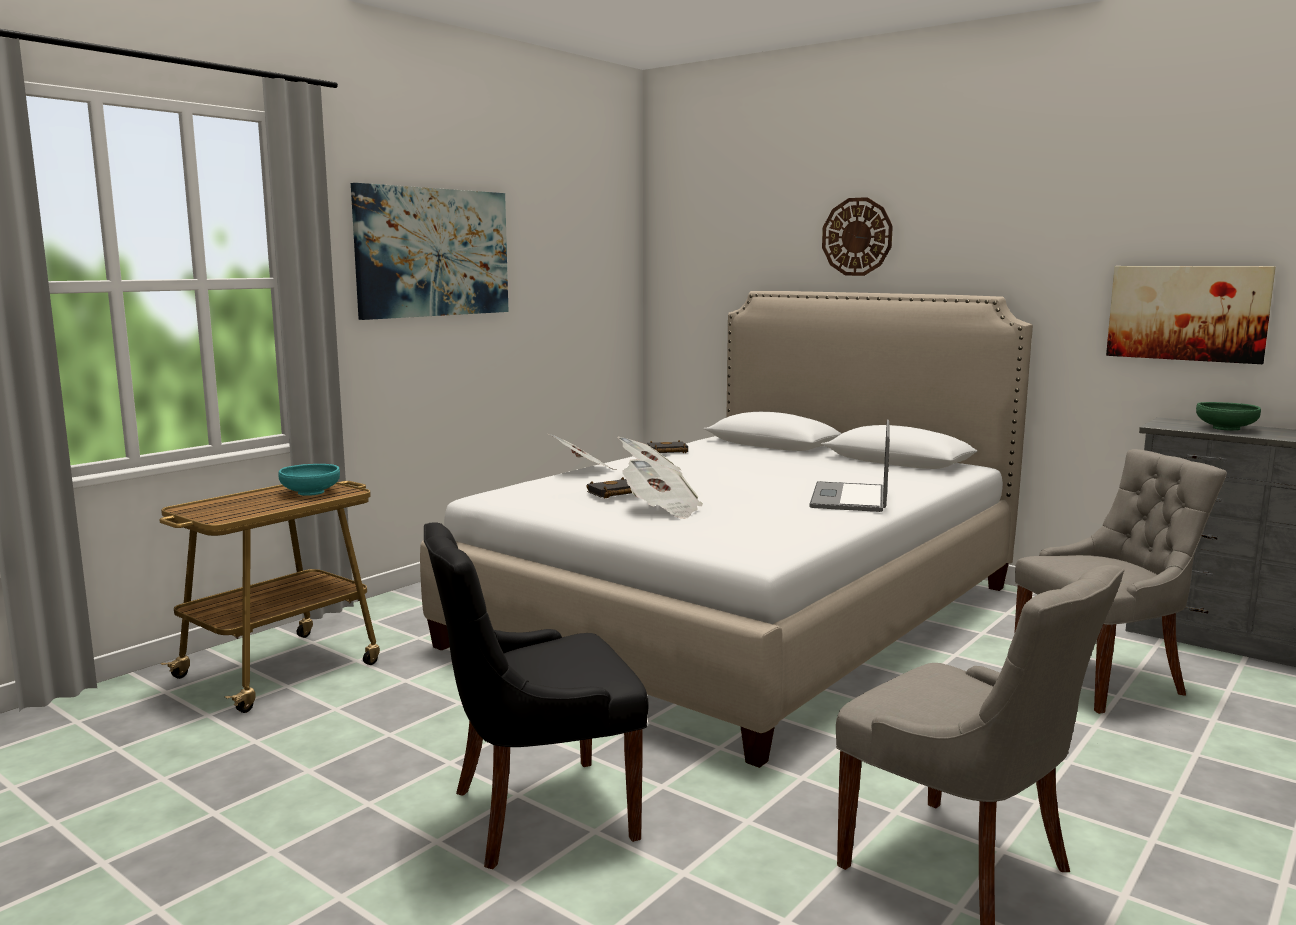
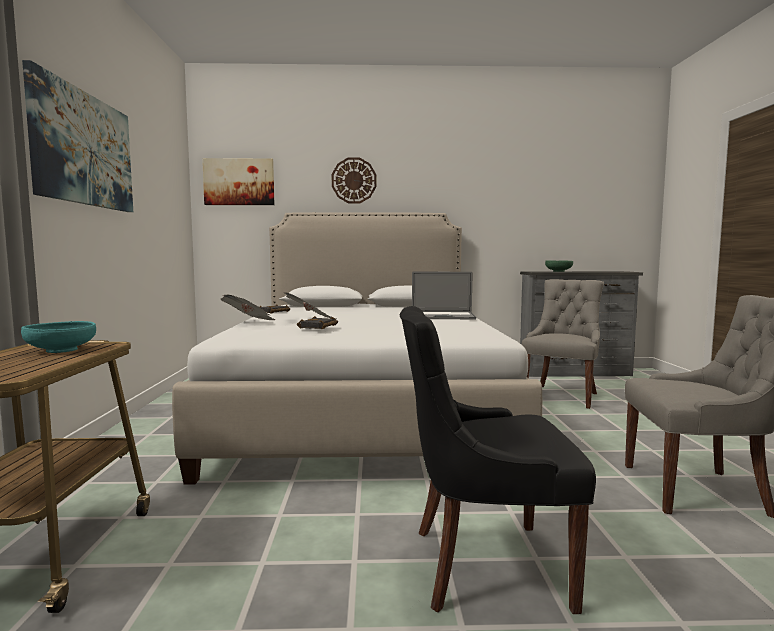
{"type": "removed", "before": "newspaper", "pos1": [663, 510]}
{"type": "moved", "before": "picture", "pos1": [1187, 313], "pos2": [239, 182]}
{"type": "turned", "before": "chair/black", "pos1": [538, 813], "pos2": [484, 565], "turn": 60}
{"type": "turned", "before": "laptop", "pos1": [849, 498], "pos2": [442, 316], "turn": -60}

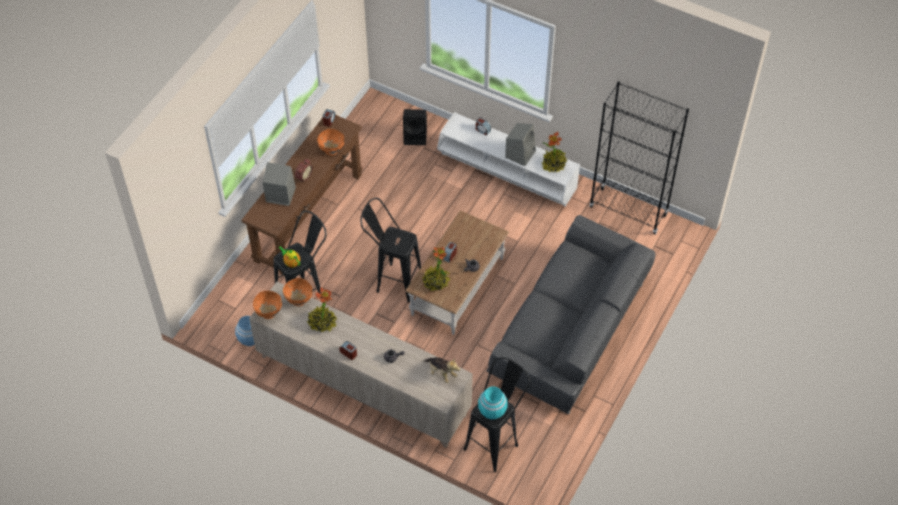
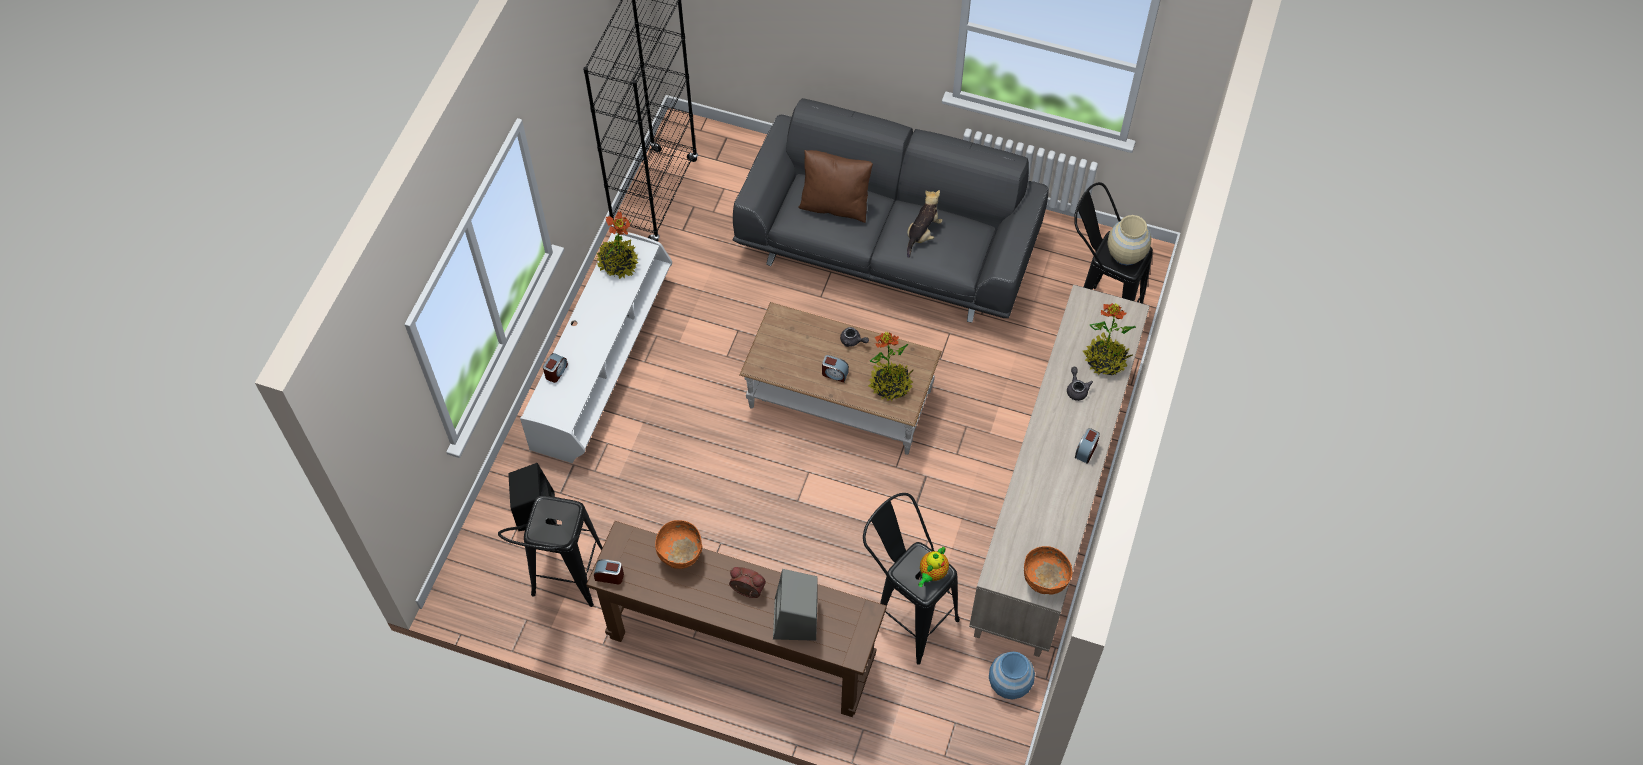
{"type": "removed", "before": "bowl/orange", "pos1": [299, 301]}
{"type": "removed", "before": "speaker/grey", "pos1": [520, 153]}
{"type": "added", "after": "pillow/brown", "pos2": [835, 205]}
{"type": "moved", "before": "potted plant", "pos1": [322, 323], "pos2": [1105, 360]}
{"type": "moved", "before": "stool/black", "pos1": [392, 280], "pos2": [566, 586]}
{"type": "moved", "before": "plush toy", "pos1": [441, 372], "pos2": [922, 233]}
{"type": "recoloured", "before": "vase/turquoise", "after": "vase/beige", "pos1": [492, 411], "pos2": [1125, 254]}

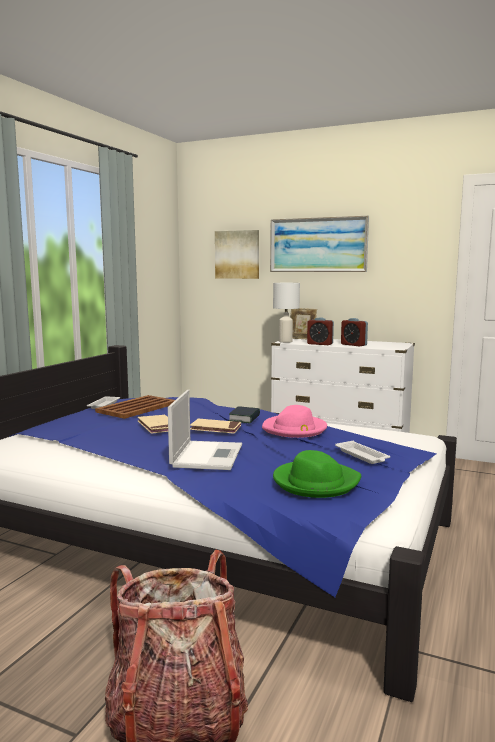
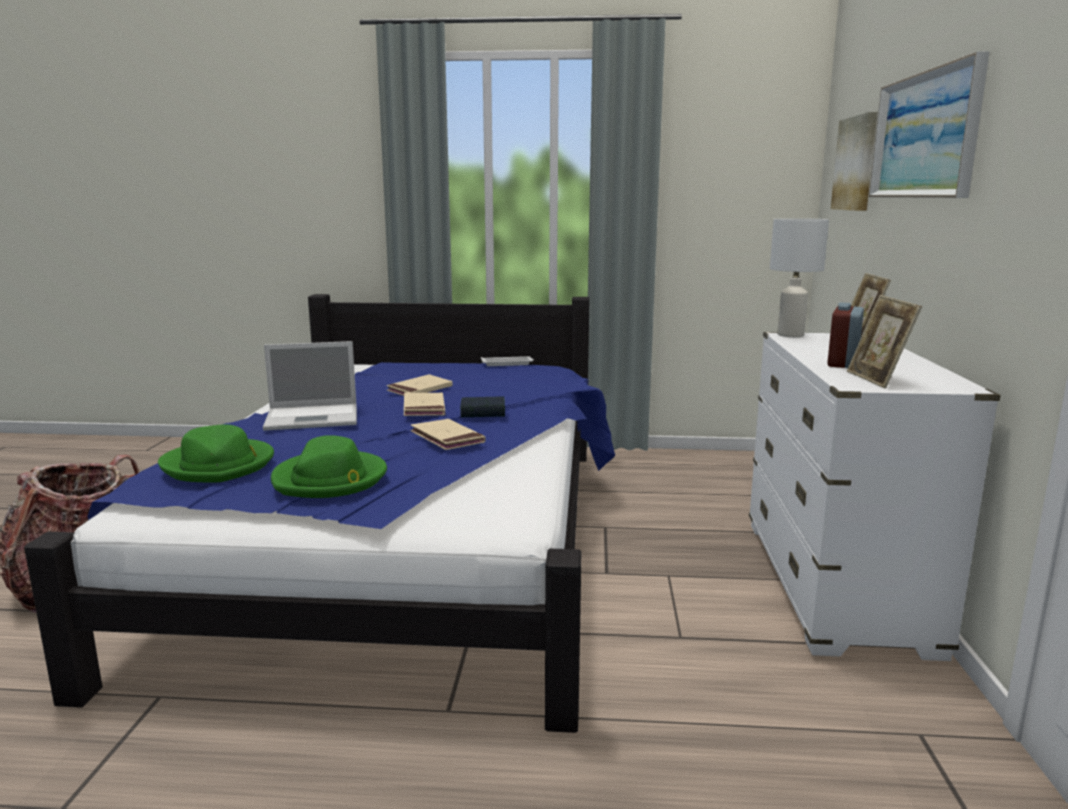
{"type": "removed", "before": "tray/brown", "pos1": [136, 408]}
{"type": "removed", "before": "alarm clock", "pos1": [320, 344]}
{"type": "added", "after": "picture frame", "pos2": [877, 380]}
{"type": "replaced", "before": "hat/pink", "after": "book/beige", "pos1": [294, 429], "pos2": [447, 438]}
{"type": "replaced", "before": "tray/white", "after": "hat/green", "pos1": [362, 456], "pos2": [330, 479]}

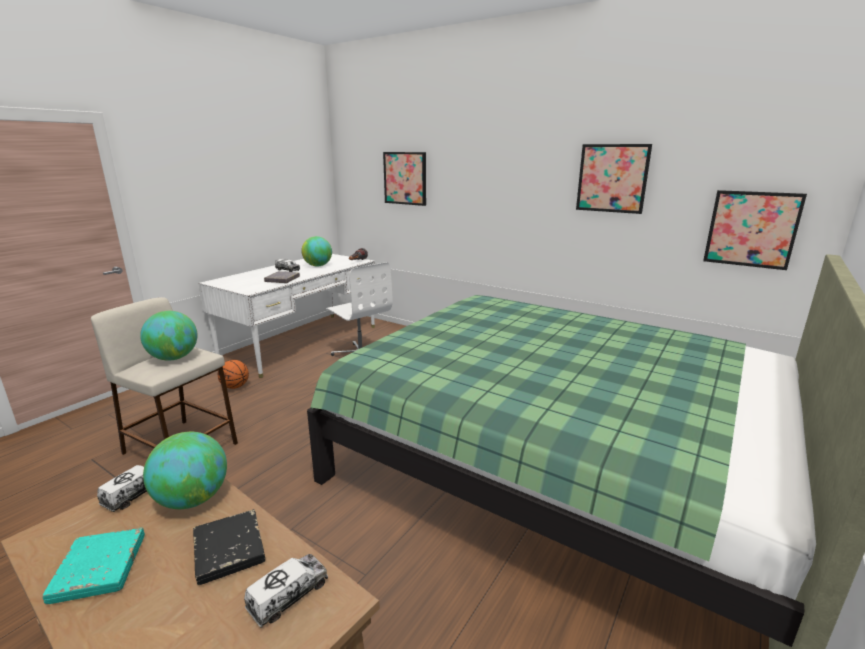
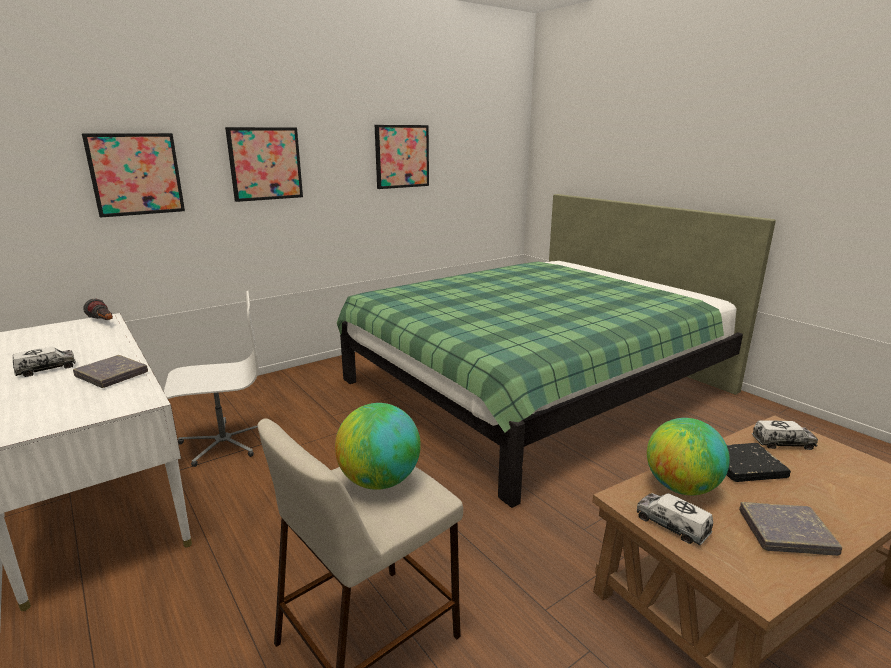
{"type": "removed", "before": "basketball", "pos1": [235, 387]}
{"type": "removed", "before": "globe", "pos1": [318, 266]}
{"type": "moved", "before": "picture", "pos1": [751, 229], "pos2": [265, 163]}
{"type": "recoloured", "before": "book/turquoise", "after": "book/grey", "pos1": [99, 568], "pos2": [786, 533]}
{"type": "turned", "before": "toy truck", "pos1": [288, 596], "pos2": [782, 443], "turn": 120}

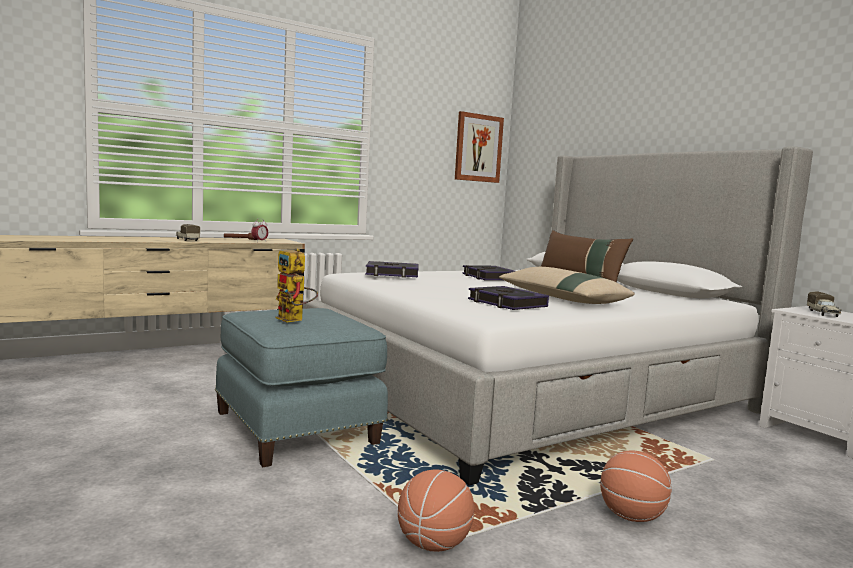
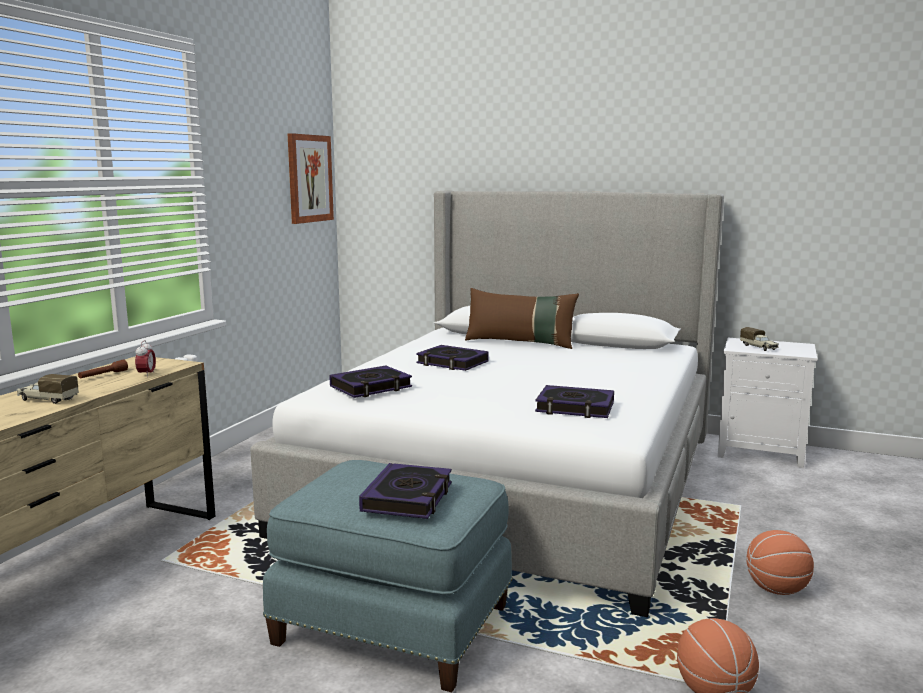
{"type": "removed", "before": "pillow/beige", "pos1": [561, 298]}
{"type": "replaced", "before": "toy robot", "after": "book", "pos1": [294, 320], "pos2": [408, 498]}

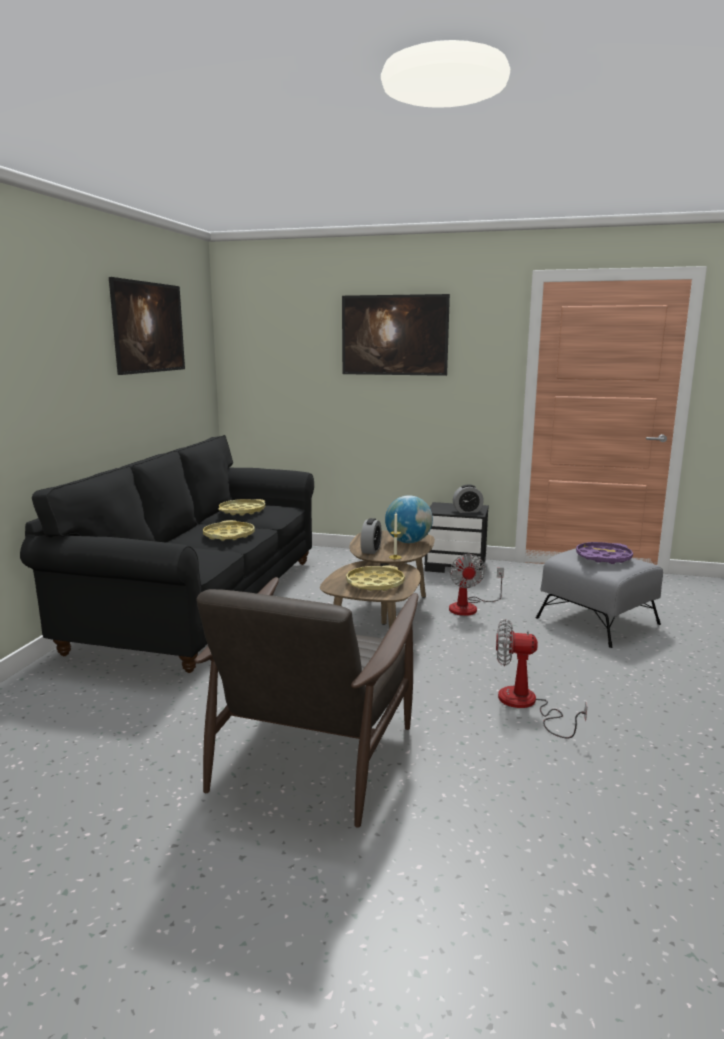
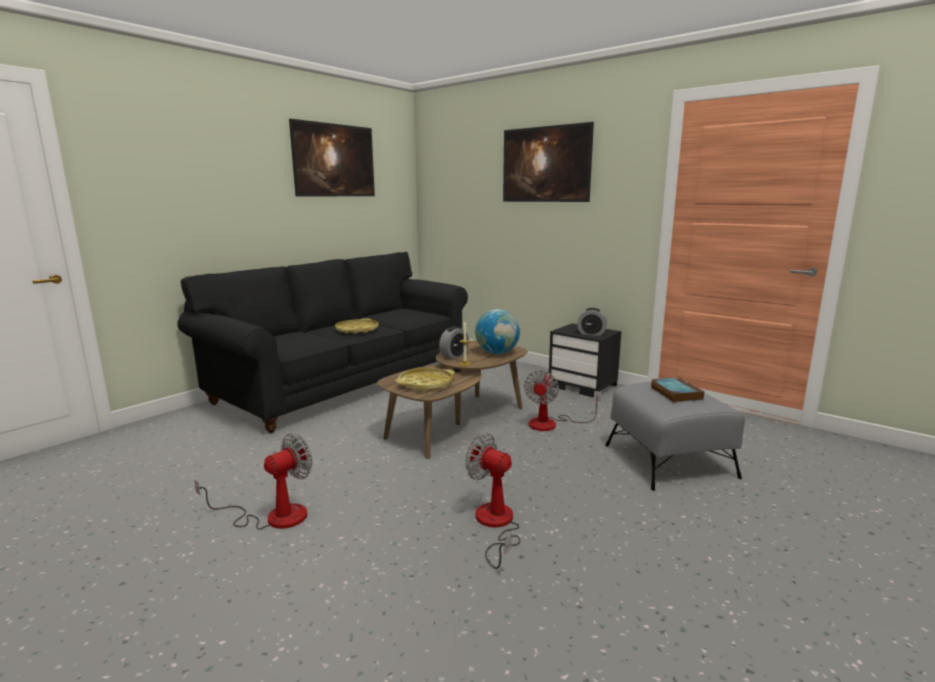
{"type": "removed", "before": "tray/yellow", "pos1": [242, 511]}
{"type": "replaced", "before": "armchair/brown", "after": "fan", "pos1": [314, 752], "pos2": [273, 516]}
{"type": "replaced", "before": "tray/purple", "after": "book", "pos1": [603, 557], "pos2": [675, 393]}

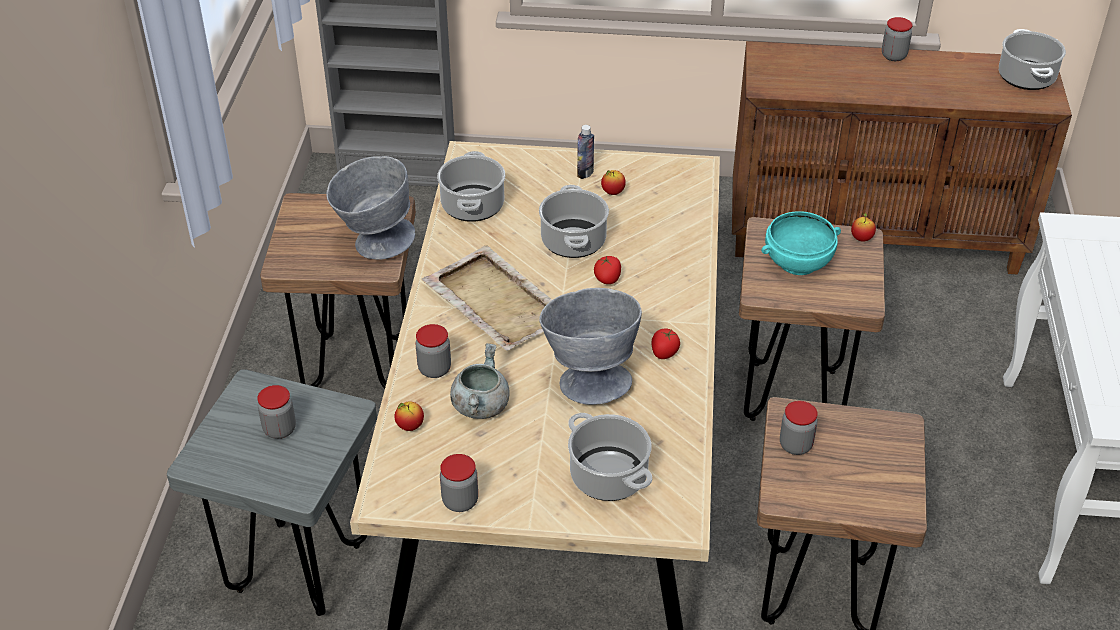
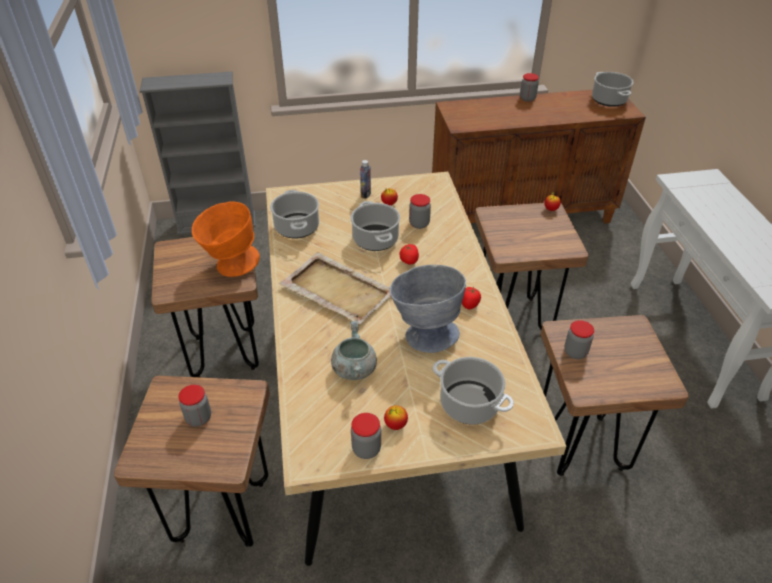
{"type": "removed", "before": "bowl/turquoise", "pos1": [797, 262]}
{"type": "moved", "before": "apple", "pos1": [410, 426], "pos2": [395, 425]}
{"type": "moved", "before": "jar", "pos1": [434, 369], "pos2": [419, 224]}
{"type": "recoloured", "before": "stool/grey", "after": "stool/brown", "pos1": [299, 567], "pos2": [222, 511]}
{"type": "recoloured", "before": "bowl/grey", "after": "bowl/orange", "pos1": [373, 243], "pos2": [230, 265]}

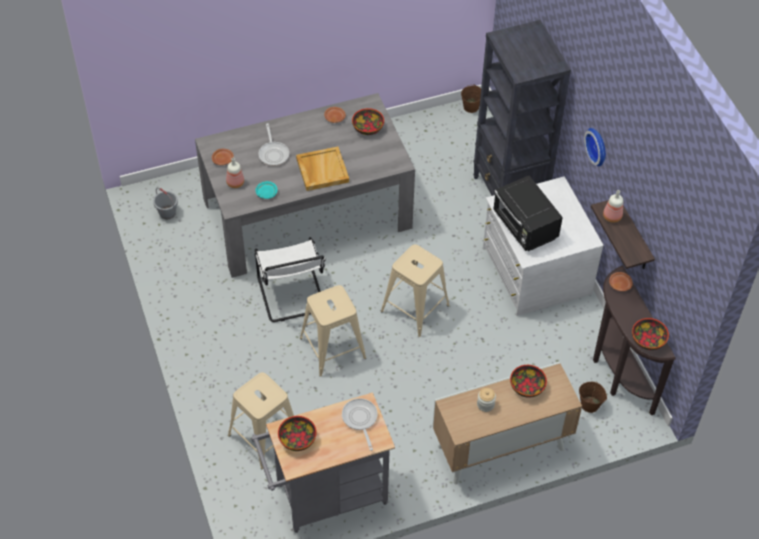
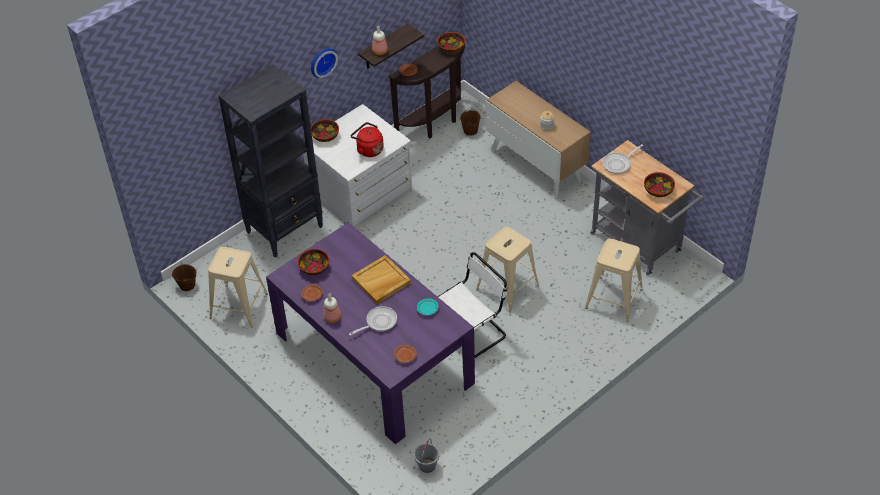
{"type": "moved", "before": "bottle", "pos1": [235, 183], "pos2": [333, 318]}
{"type": "moved", "before": "stool/beige", "pos1": [414, 308], "pos2": [239, 306]}
{"type": "moved", "before": "bowl", "pos1": [527, 386], "pos2": [325, 136]}
{"type": "replaced", "before": "microwave/black", "after": "kettle/red", "pos1": [525, 227], "pos2": [368, 149]}
{"type": "recoloured", "before": "dining table/grey", "after": "dining table/purple", "pos1": [307, 213], "pos2": [373, 357]}

